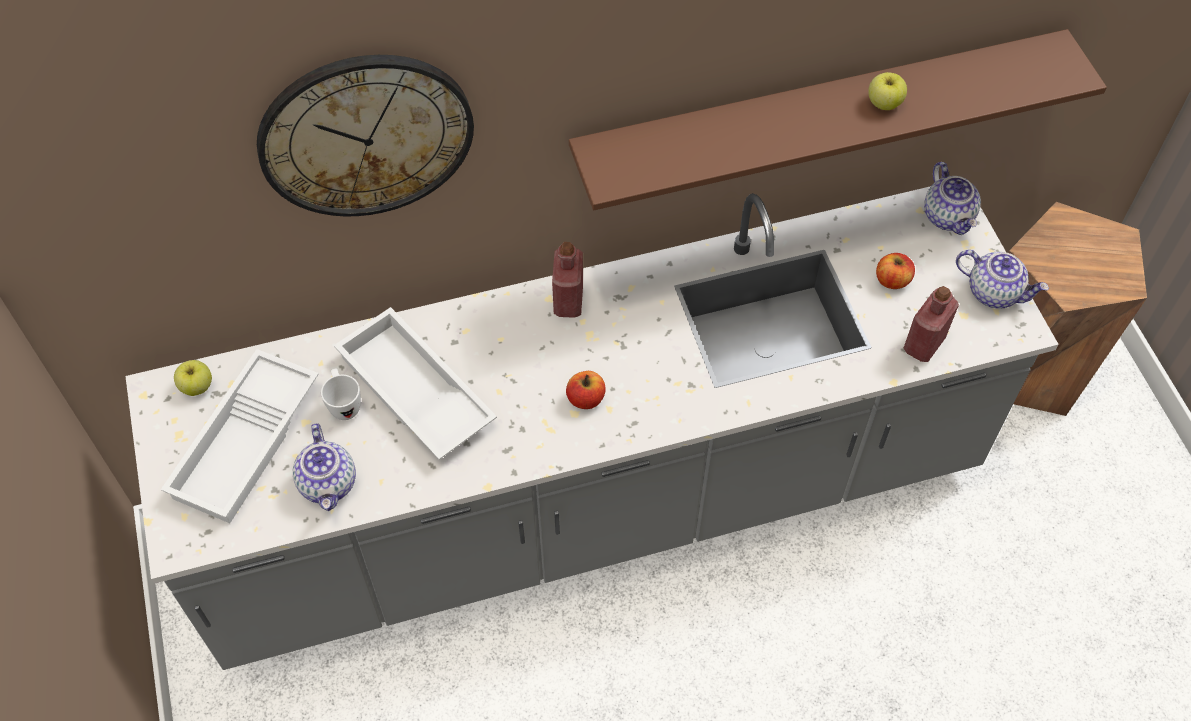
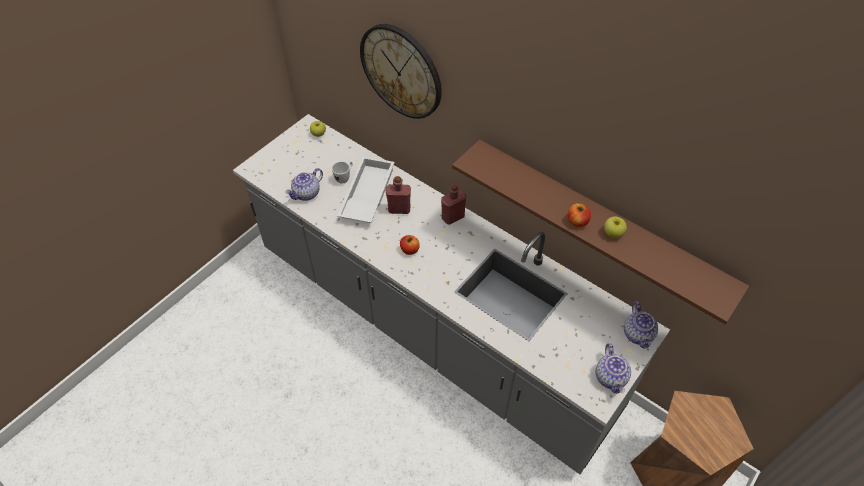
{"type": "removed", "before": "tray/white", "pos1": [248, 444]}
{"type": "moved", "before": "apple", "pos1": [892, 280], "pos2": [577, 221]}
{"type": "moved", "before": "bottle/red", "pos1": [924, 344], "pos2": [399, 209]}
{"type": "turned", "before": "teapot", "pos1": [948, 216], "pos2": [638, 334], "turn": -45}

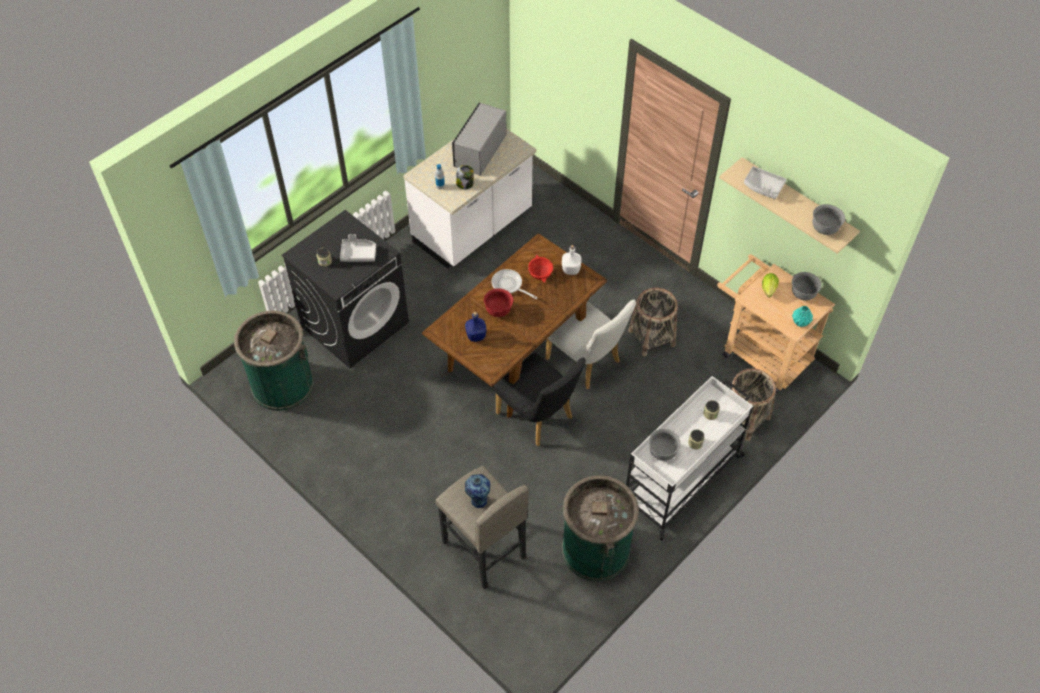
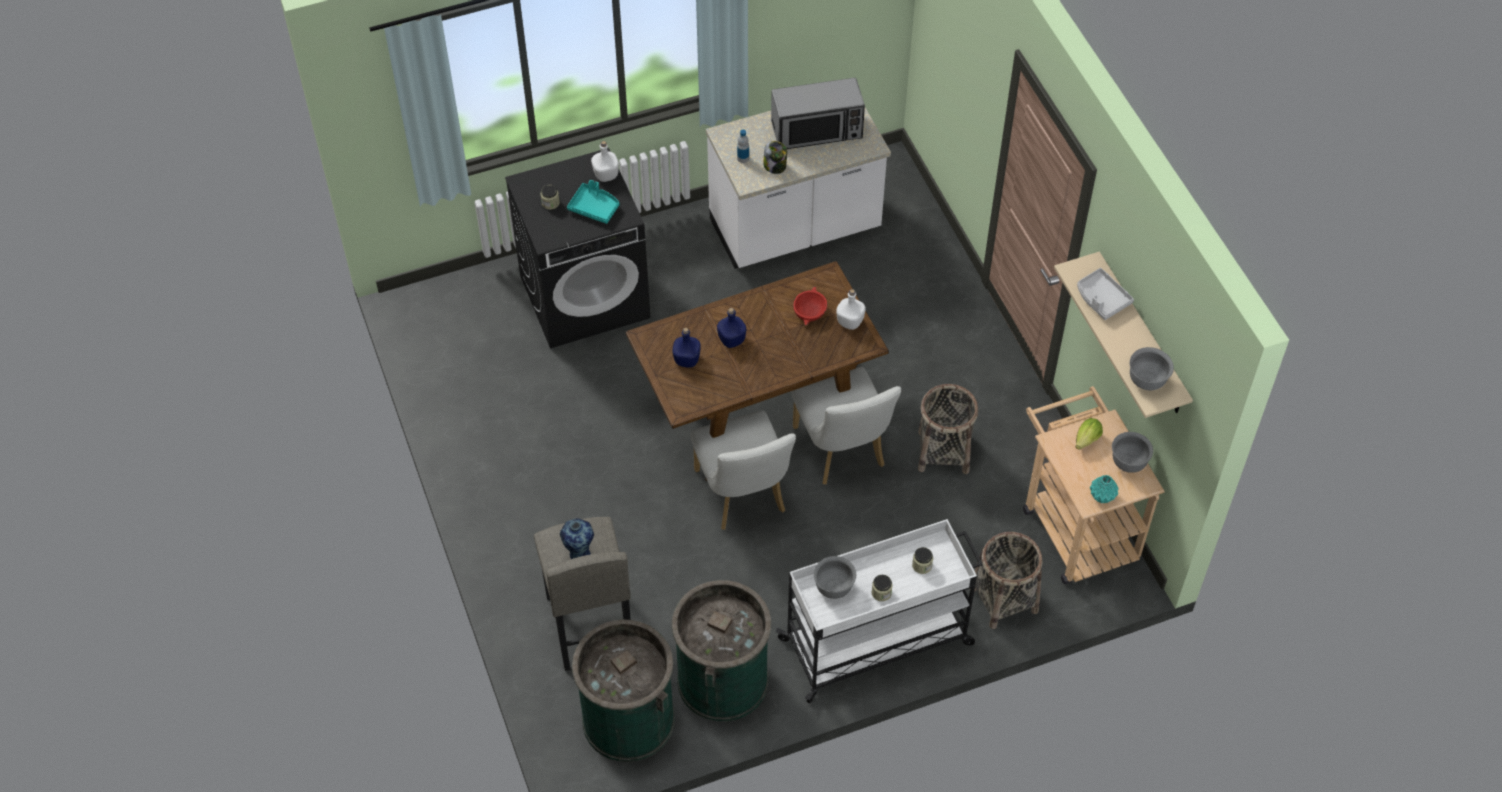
{"type": "removed", "before": "frying pan", "pos1": [509, 285]}
{"type": "added", "after": "bottle/white", "pos2": [606, 175]}
{"type": "moved", "before": "trash can/green", "pos1": [282, 384], "pos2": [628, 719]}
{"type": "replaced", "before": "bowl/red", "after": "bottle/blue", "pos1": [498, 311], "pos2": [731, 340]}
{"type": "recoloured", "before": "tray/grey", "after": "tray/turquoise", "pos1": [358, 253], "pos2": [594, 208]}
{"type": "recoloured", "before": "chair/black", "after": "chair/white", "pos1": [539, 418], "pos2": [743, 496]}
{"type": "turned", "before": "microwave", "pos1": [479, 151], "pos2": [817, 130], "turn": -150}

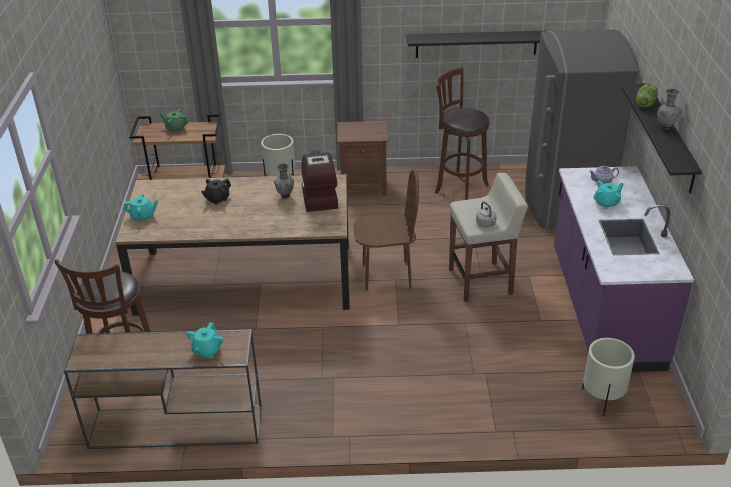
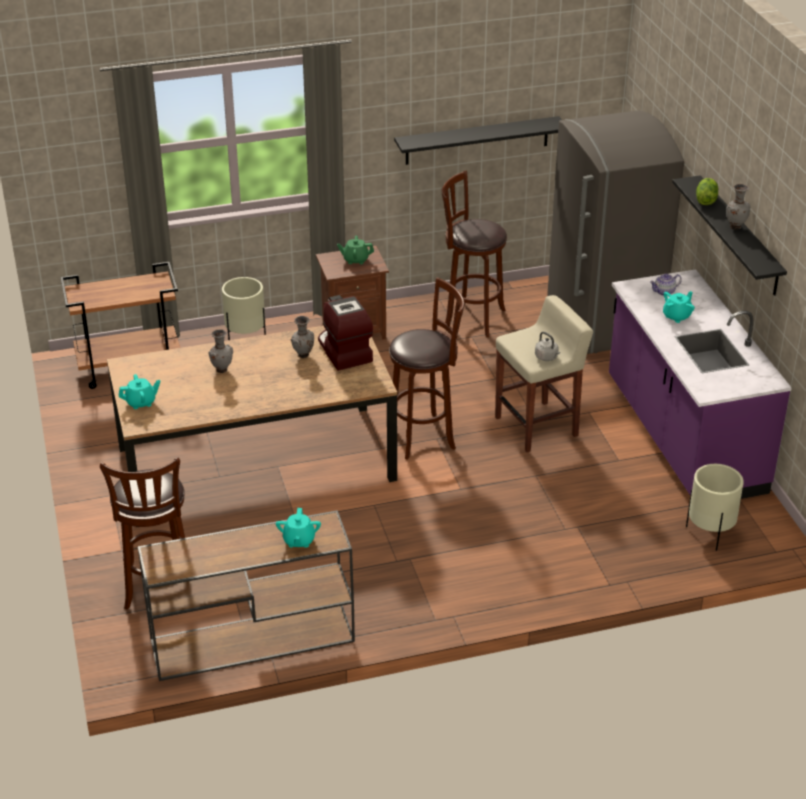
{"type": "moved", "before": "teapot/green", "pos1": [176, 128], "pos2": [355, 260]}
{"type": "replaced", "before": "teapot/black", "after": "vase/grey", "pos1": [217, 199], "pos2": [222, 369]}
{"type": "replaced", "before": "chair/brown", "after": "stool/brown", "pos1": [386, 276], "pos2": [425, 436]}

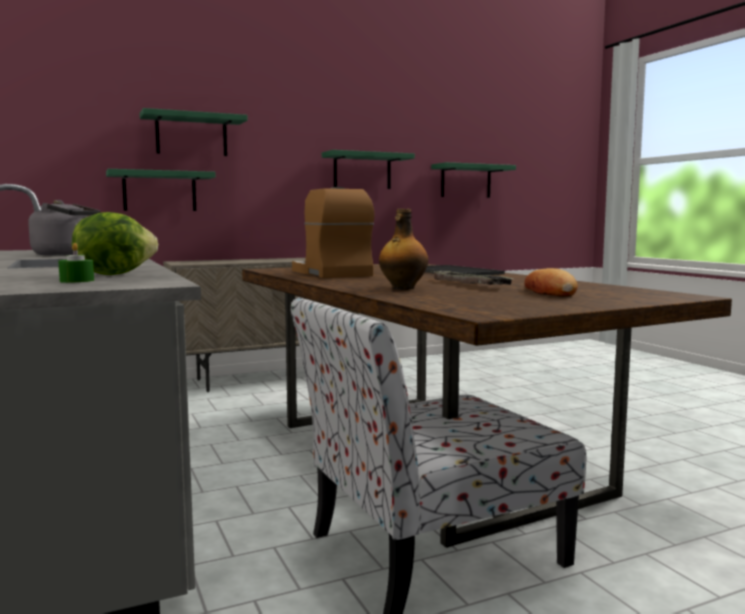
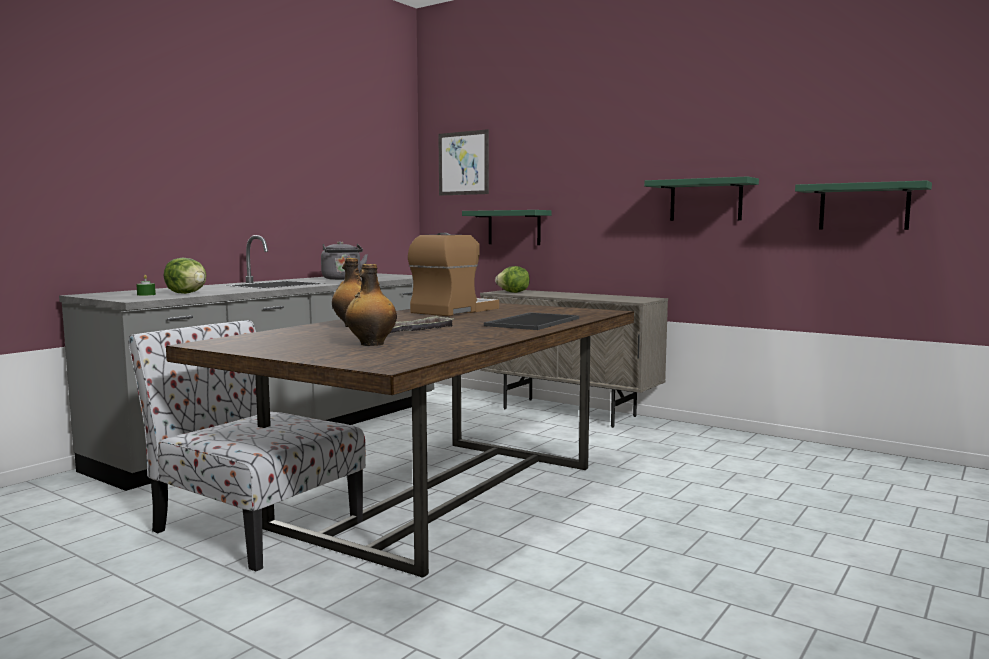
{"type": "removed", "before": "shelf/green", "pos1": [191, 135]}
{"type": "added", "after": "picture", "pos2": [463, 163]}
{"type": "added", "after": "lettuce", "pos2": [513, 292]}
{"type": "replaced", "before": "bread", "after": "bottle", "pos1": [549, 292], "pos2": [371, 344]}

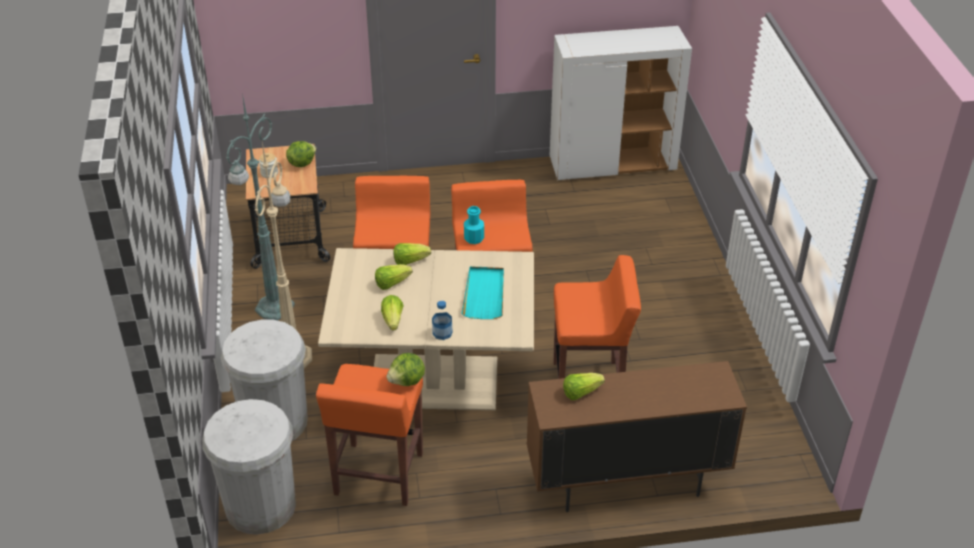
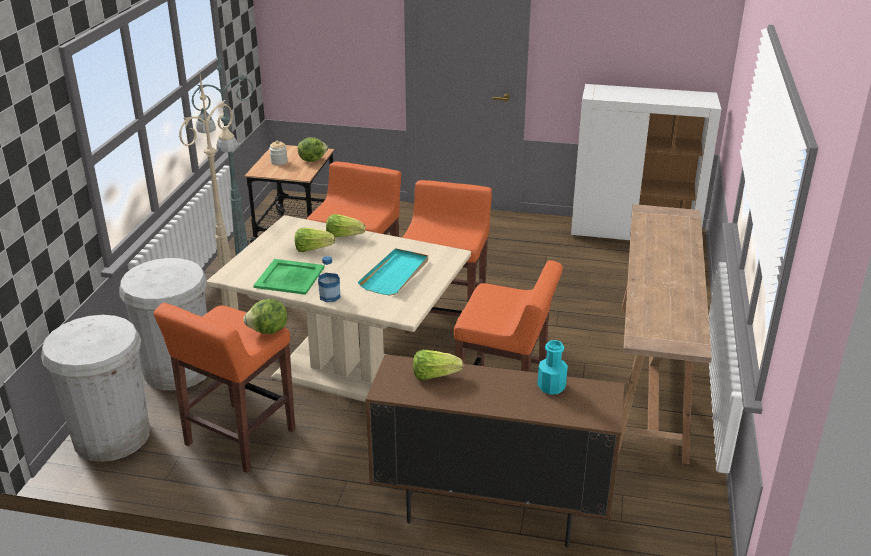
{"type": "added", "after": "console table/brown", "pos2": [651, 376]}
{"type": "moved", "before": "bottle/turquoise", "pos1": [474, 238], "pos2": [551, 387]}
{"type": "replaced", "before": "lettuce", "after": "tray/green", "pos1": [393, 320], "pos2": [290, 277]}

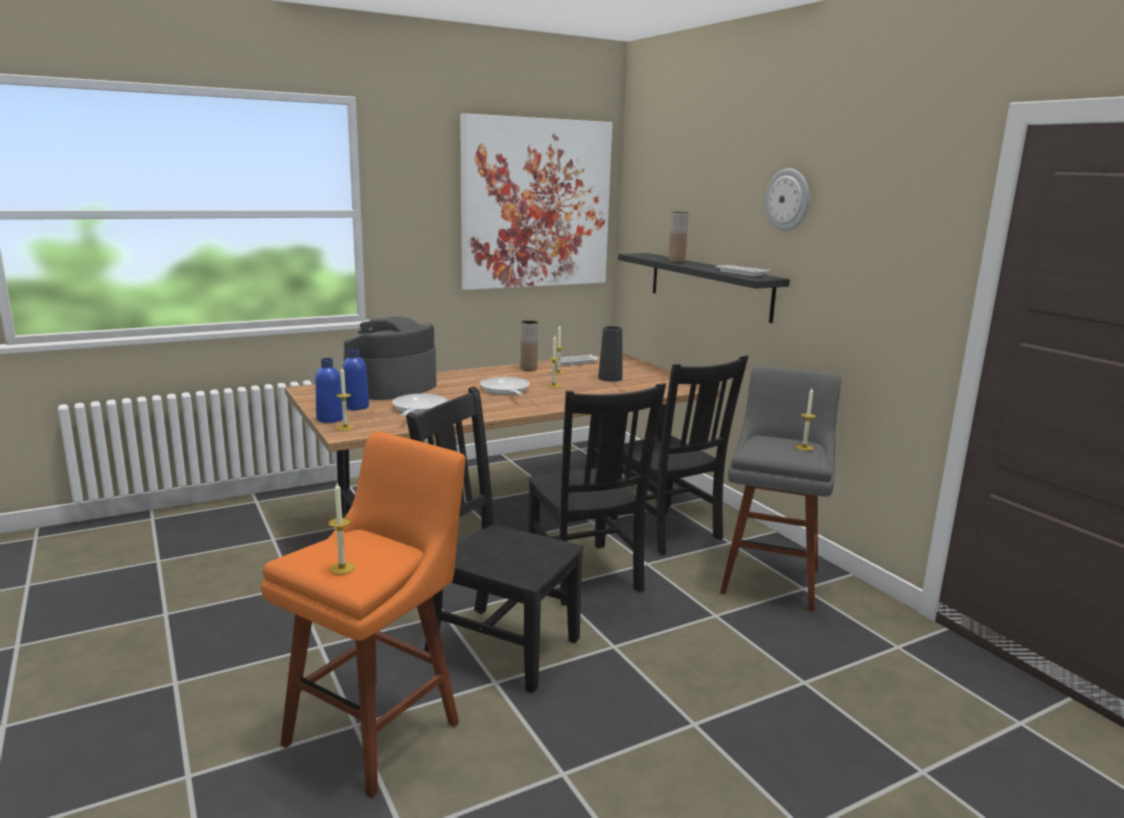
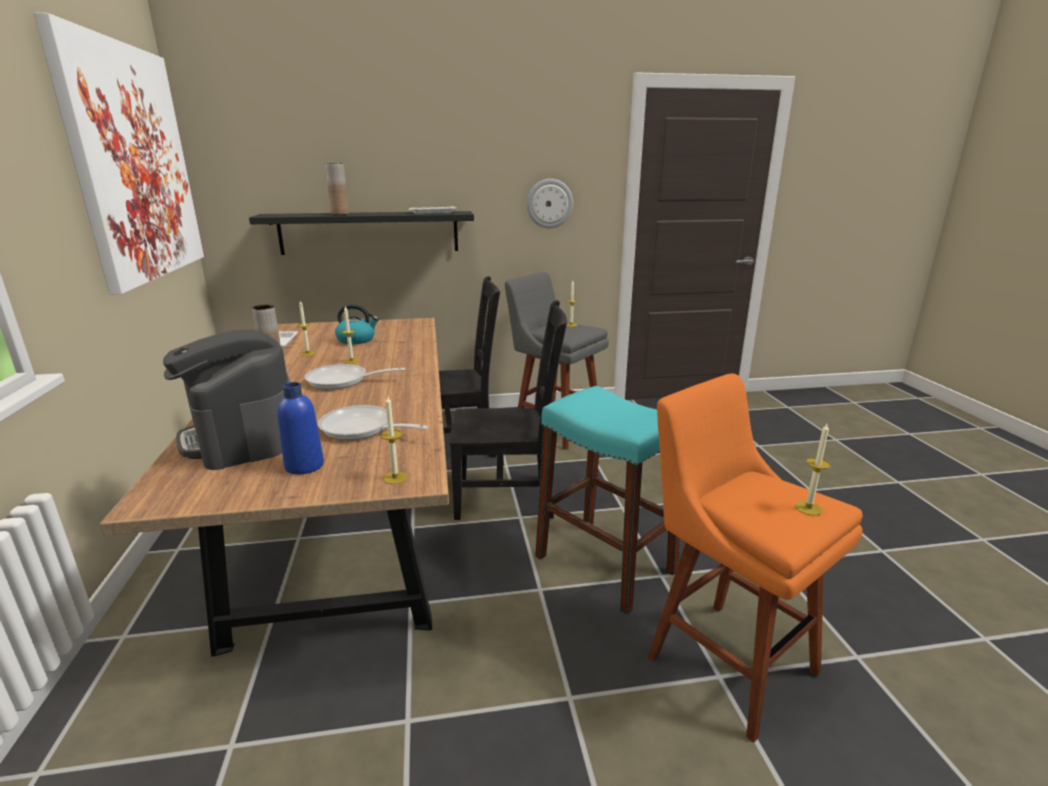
{"type": "removed", "before": "bottle/blue", "pos1": [330, 419]}
{"type": "moved", "before": "wall clock", "pos1": [788, 199], "pos2": [549, 203]}
{"type": "replaced", "before": "chair/black", "after": "stool/turquoise", "pos1": [498, 645], "pos2": [604, 564]}
{"type": "replaced", "before": "vase/black", "after": "kettle", "pos1": [610, 378], "pos2": [357, 340]}

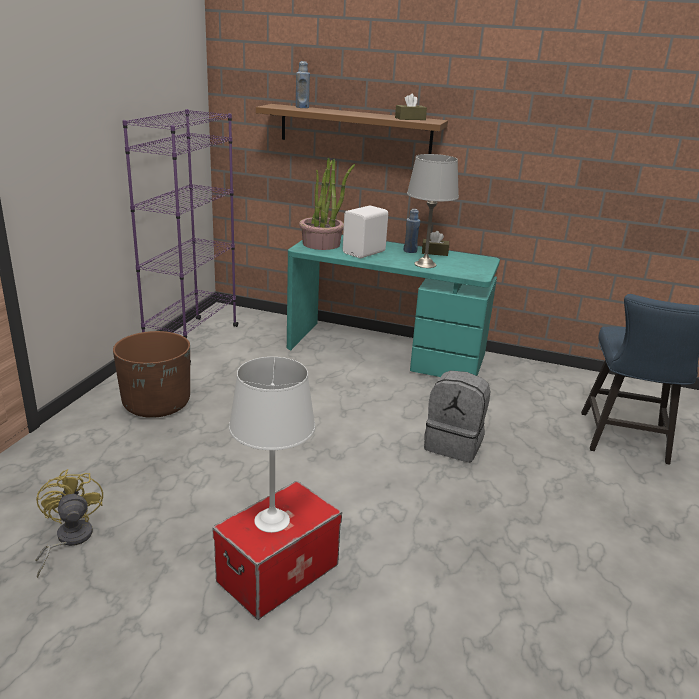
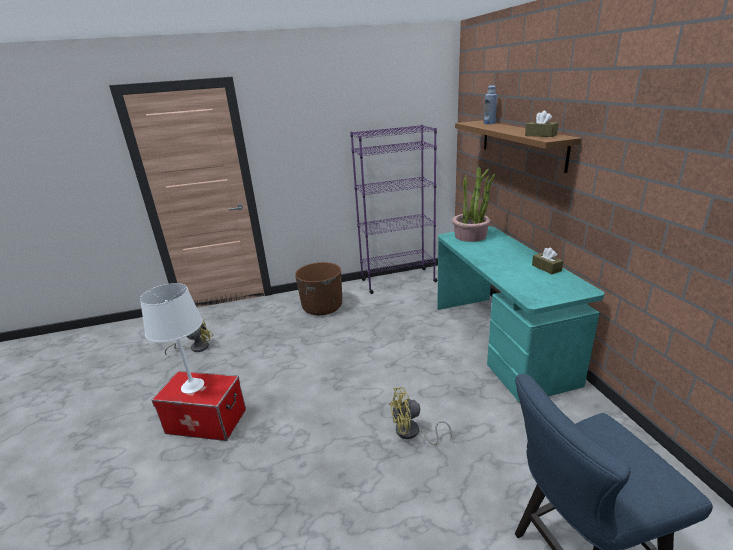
{"type": "removed", "before": "speaker/white", "pos1": [365, 252]}
{"type": "removed", "before": "bottle/blue", "pos1": [410, 251]}
{"type": "removed", "before": "table lamp/grey", "pos1": [425, 264]}
{"type": "replaced", "before": "backpack/grey", "after": "fan/yellow", "pos1": [454, 444], "pos2": [412, 433]}

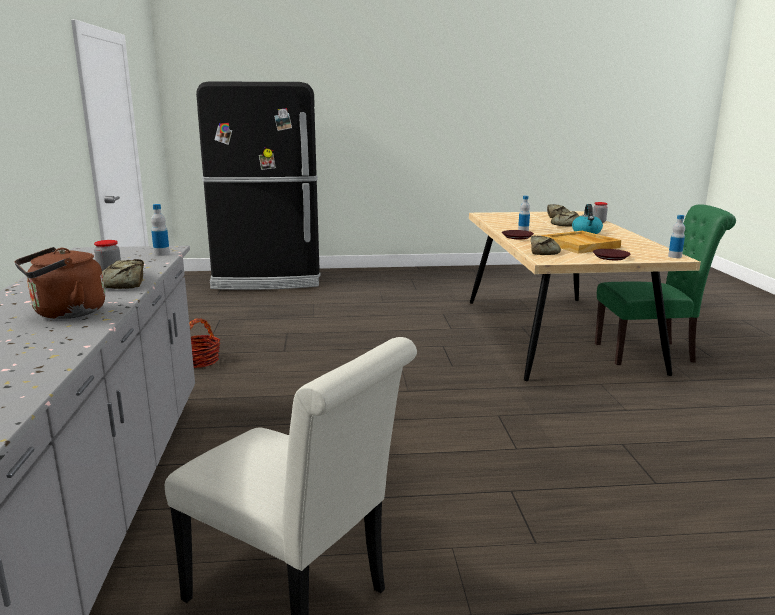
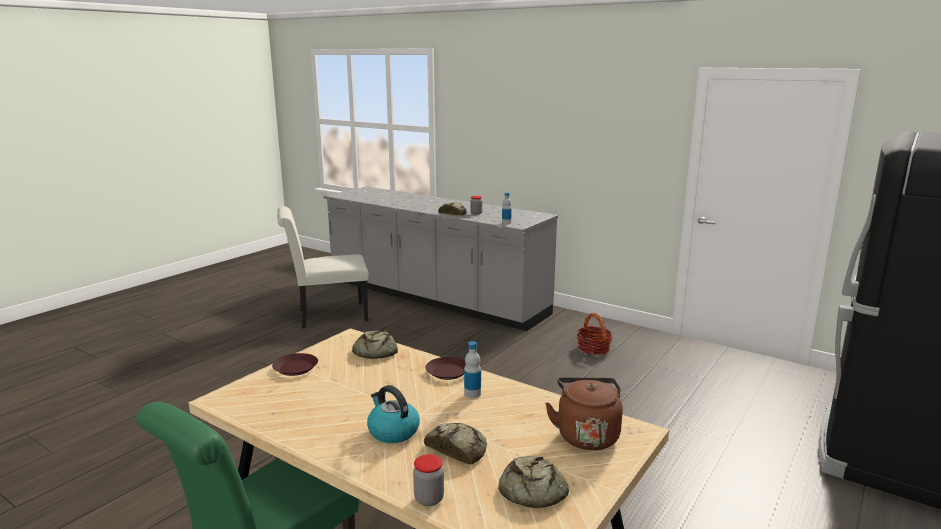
{"type": "removed", "before": "tray/beige", "pos1": [580, 245]}
{"type": "removed", "before": "bottle", "pos1": [675, 256]}
{"type": "moved", "before": "kettle/brown", "pos1": [65, 313], "pos2": [586, 435]}

